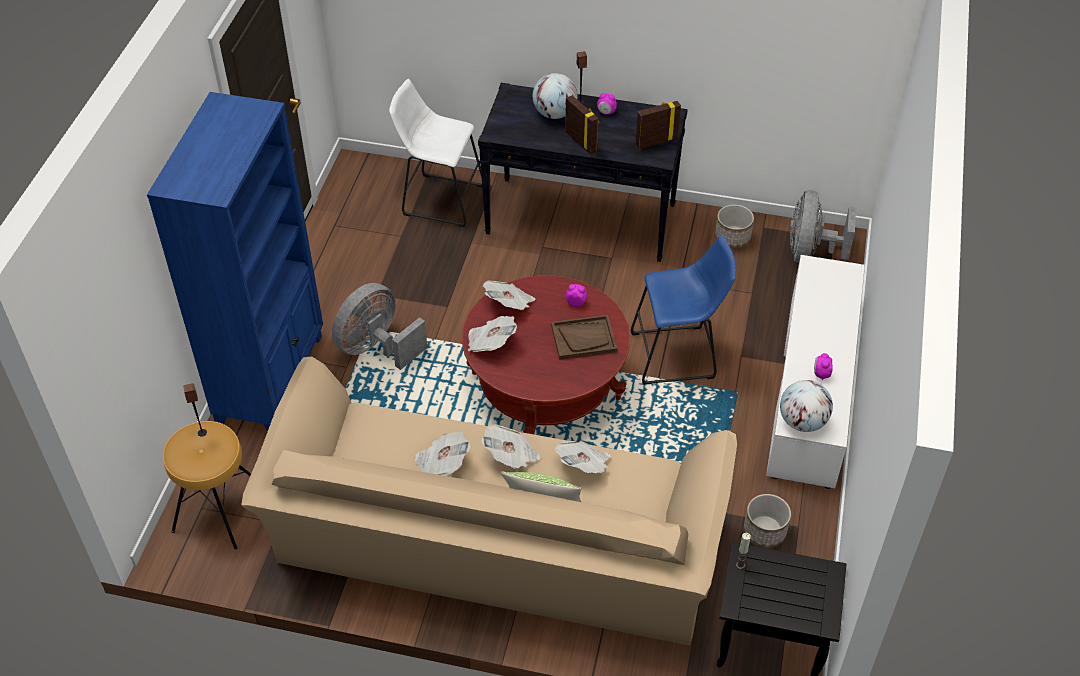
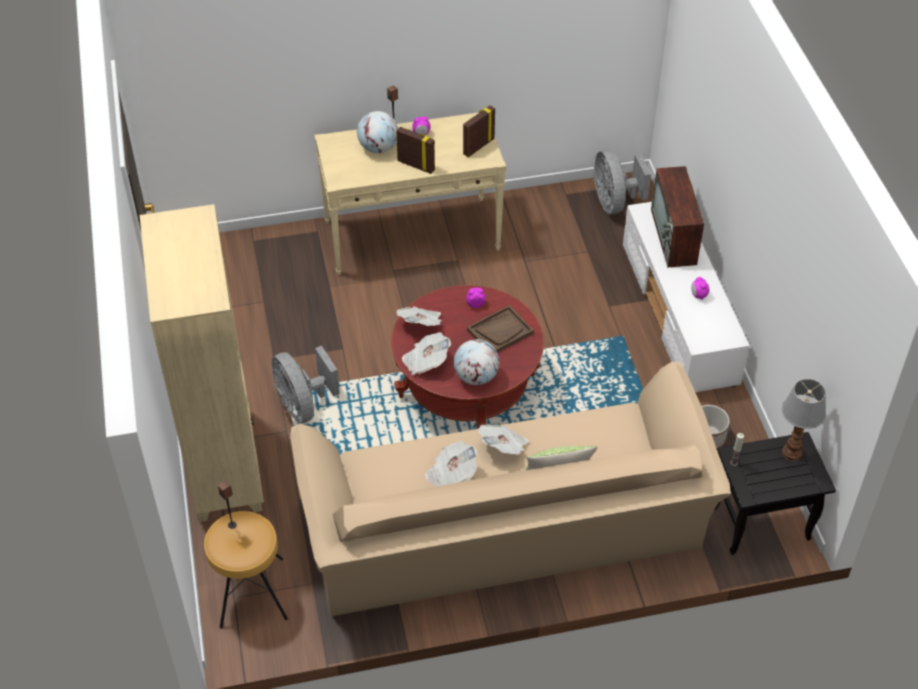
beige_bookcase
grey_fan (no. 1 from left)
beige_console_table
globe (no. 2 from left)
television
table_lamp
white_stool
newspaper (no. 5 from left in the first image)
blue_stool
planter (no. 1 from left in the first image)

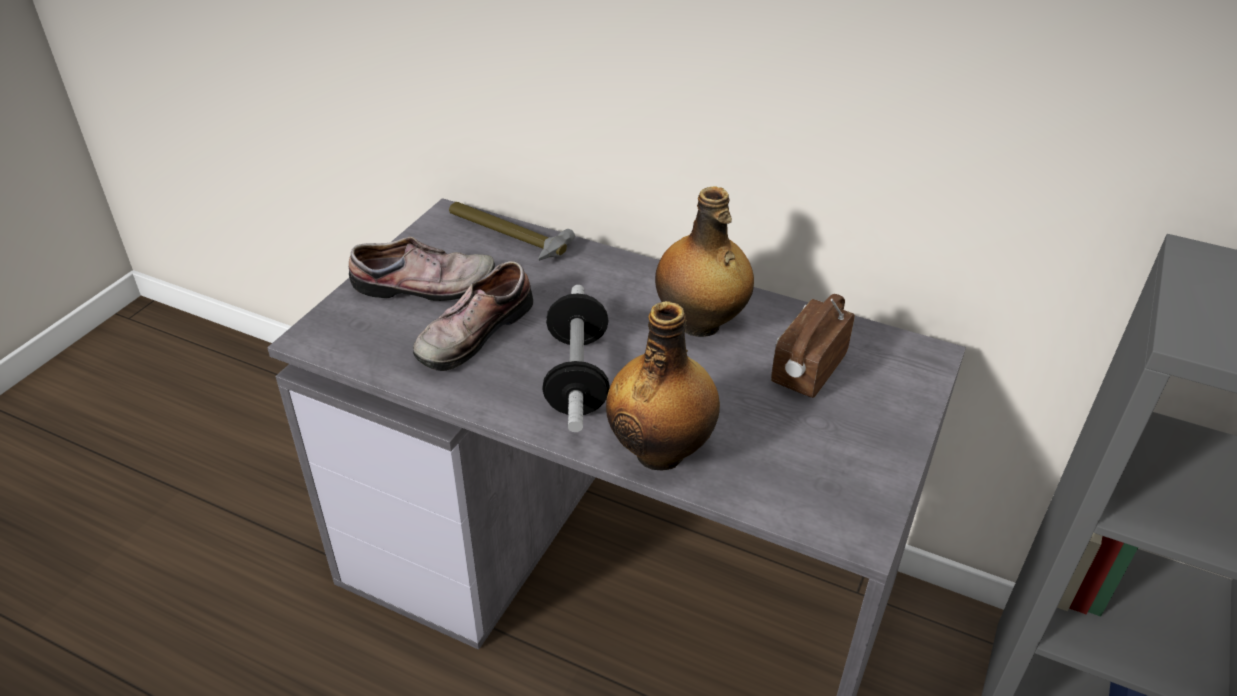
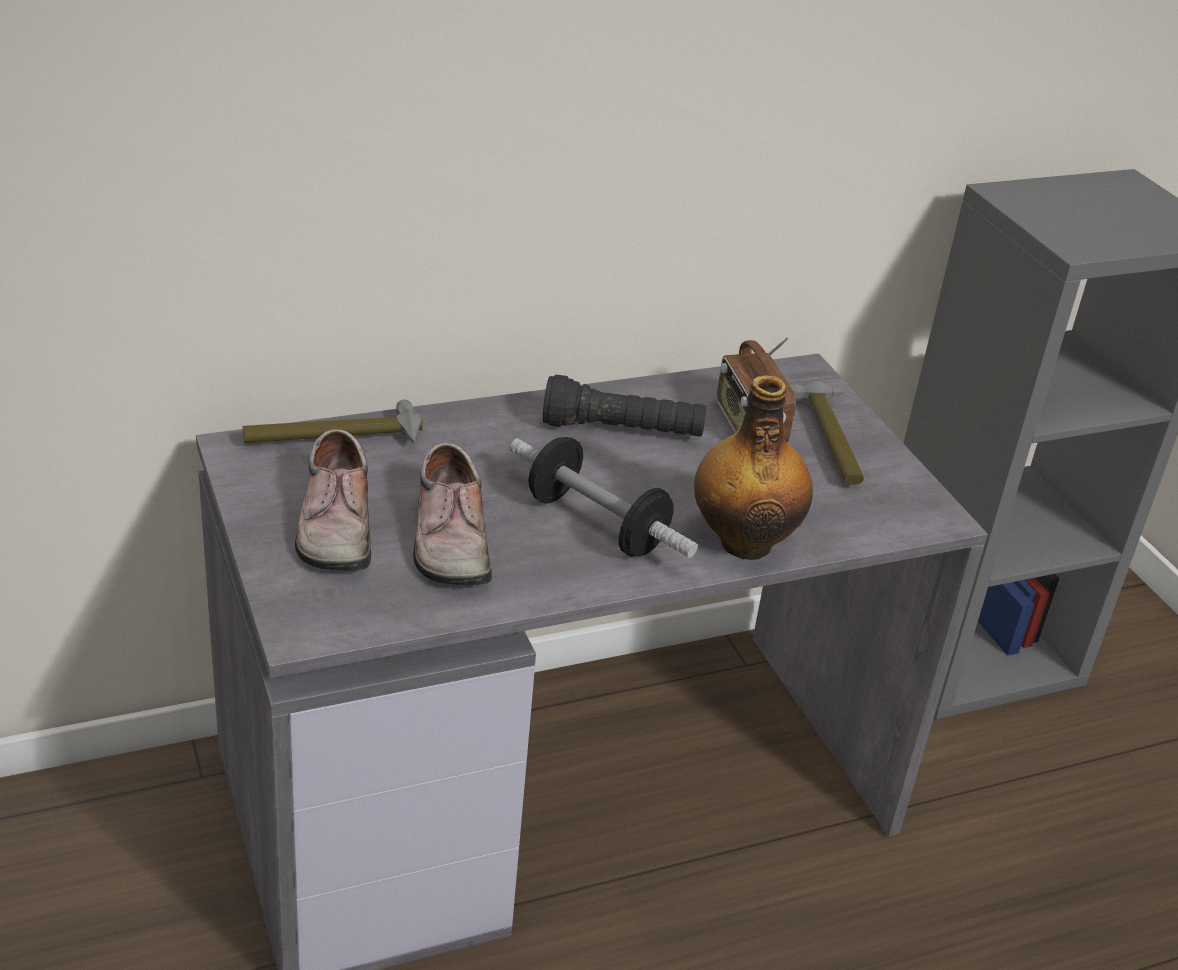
shoe (no. 1 from left)
black_flashlight
hammer (no. 2 from left)

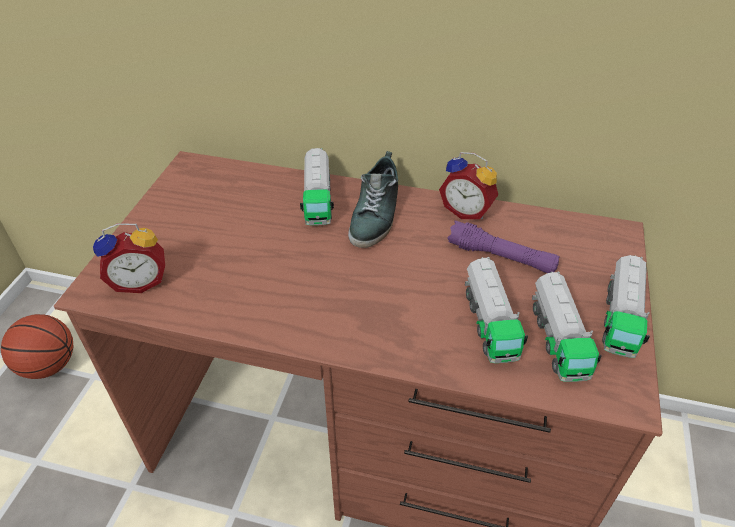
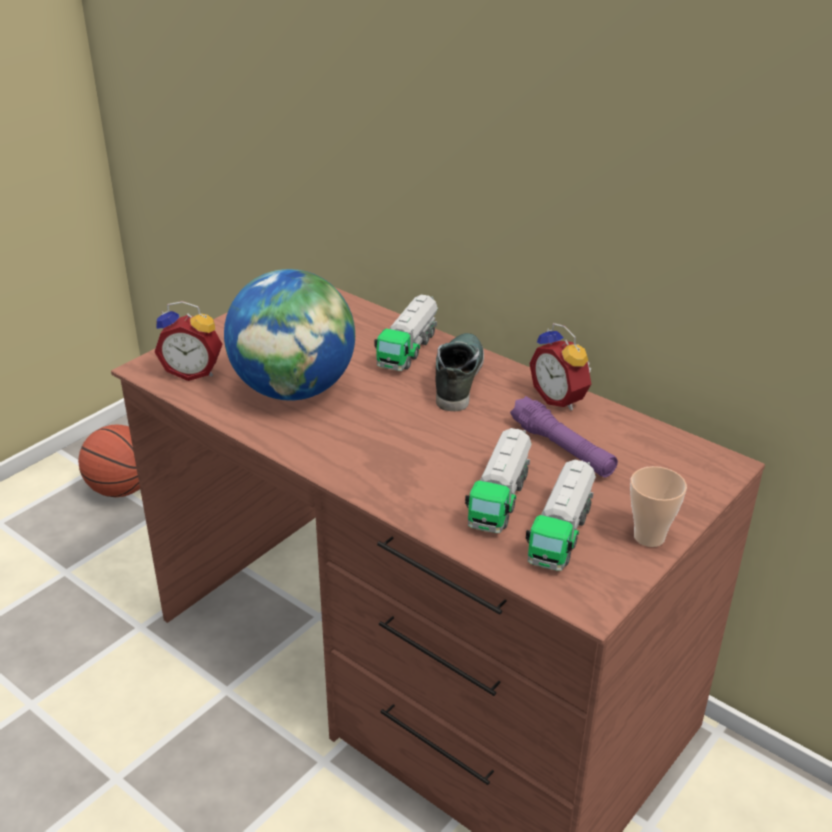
globe
shoe
cup

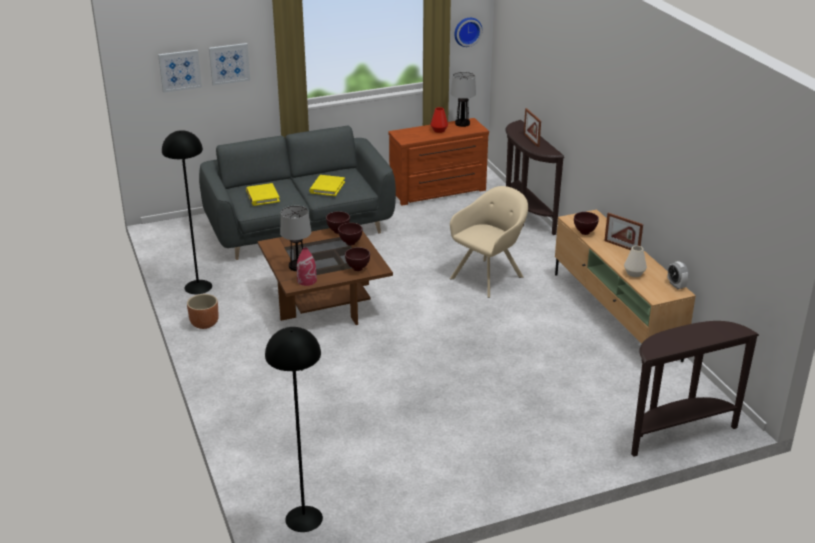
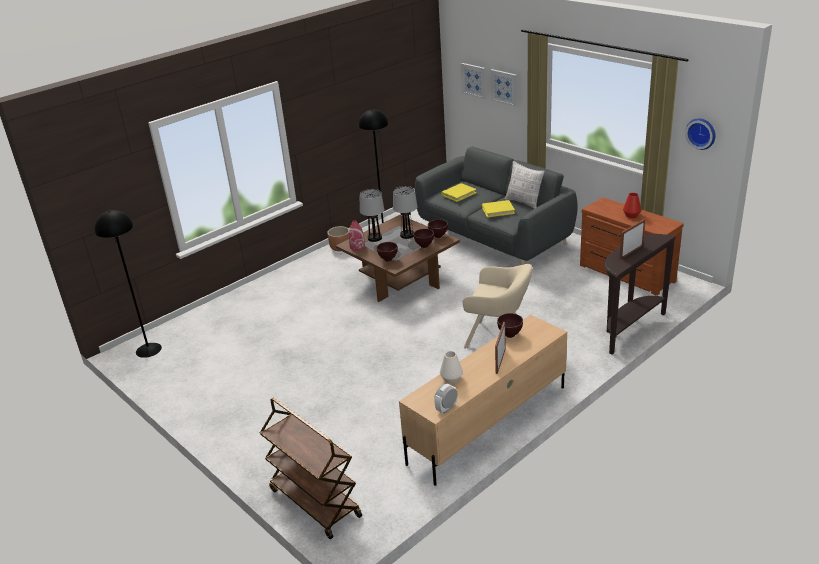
brown_cart
table_lamp (no. 2 from left)
pillow

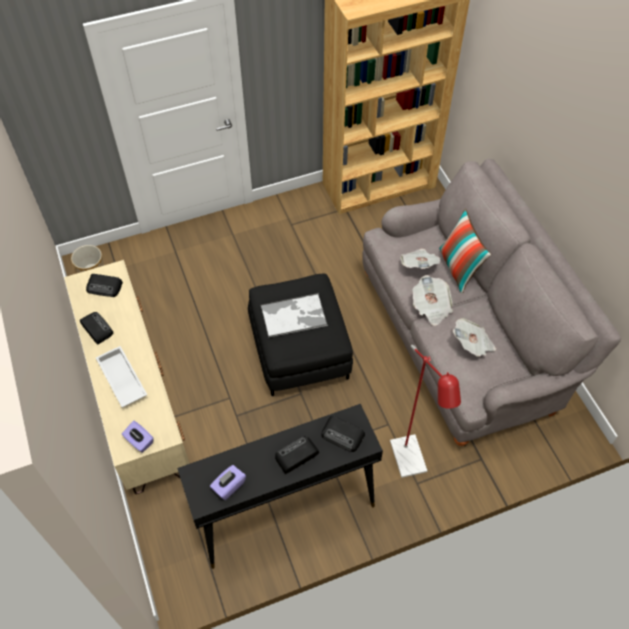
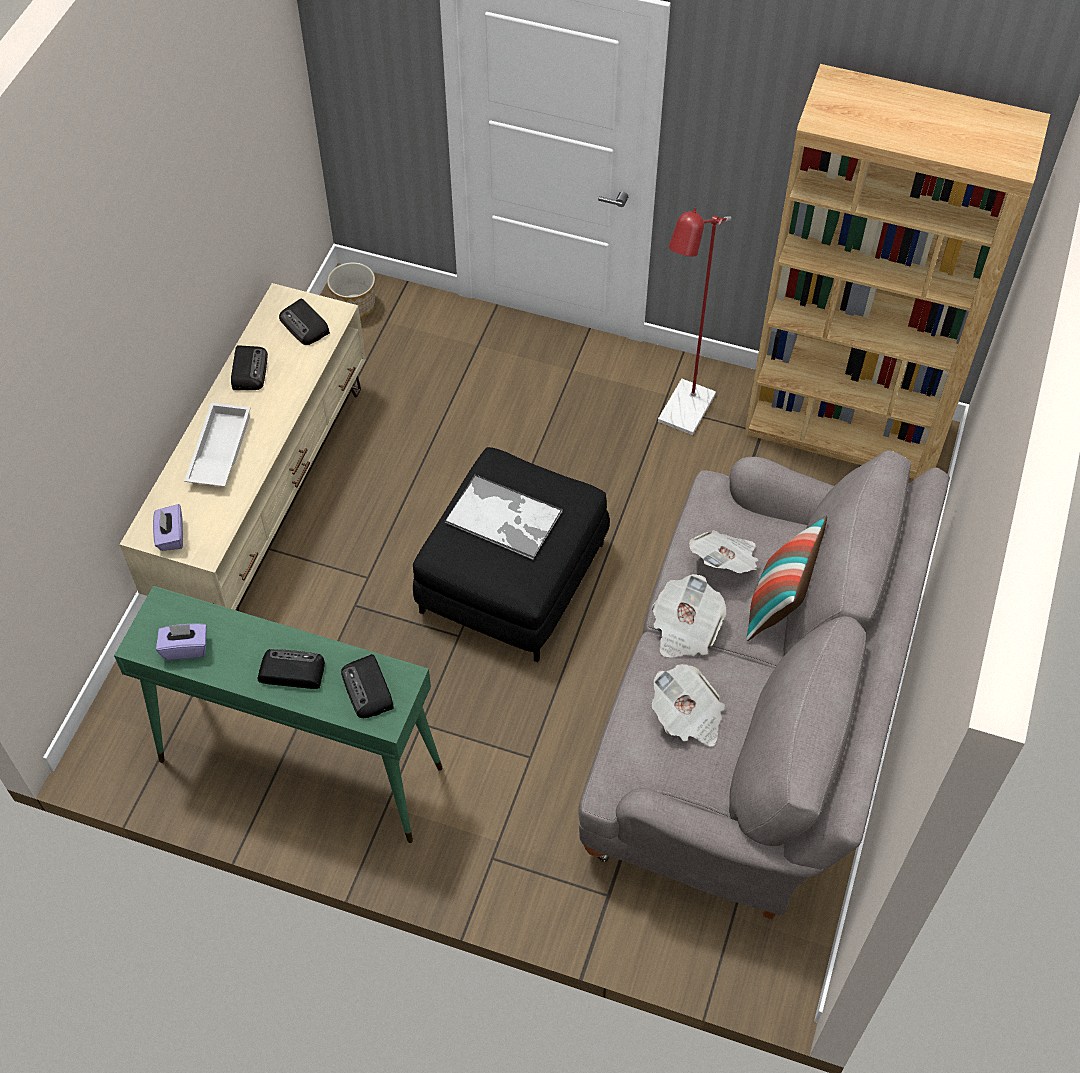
green_console_table
red_floor_lamp

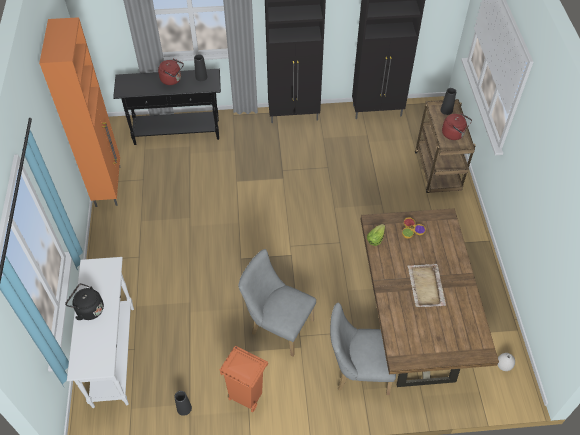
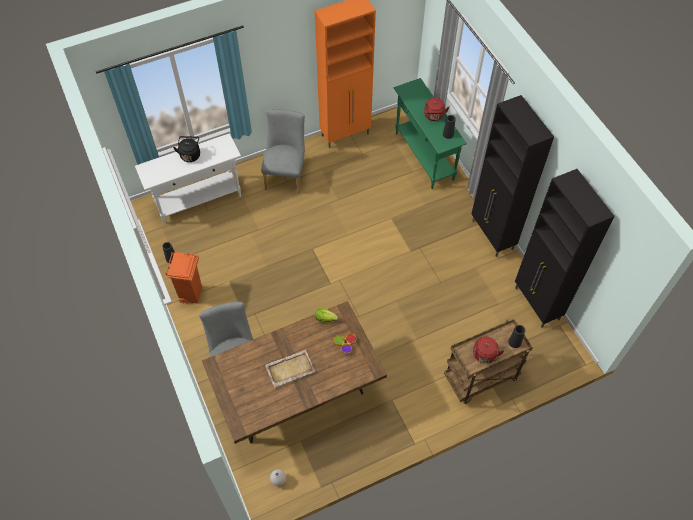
grey_chair (no. 2 from left)
green_console_table

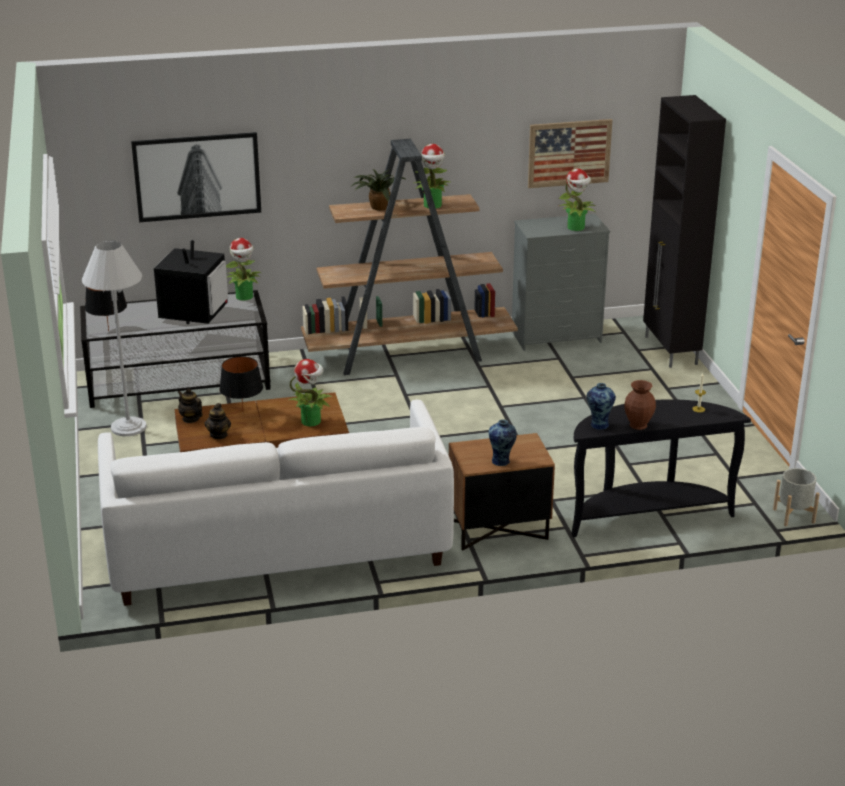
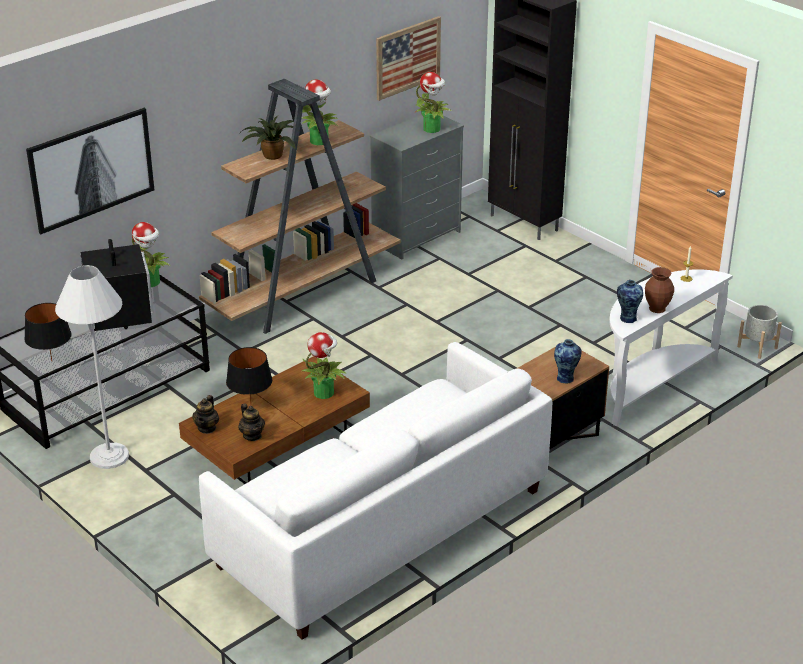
teapot (no. 1 from left)
white_console_table

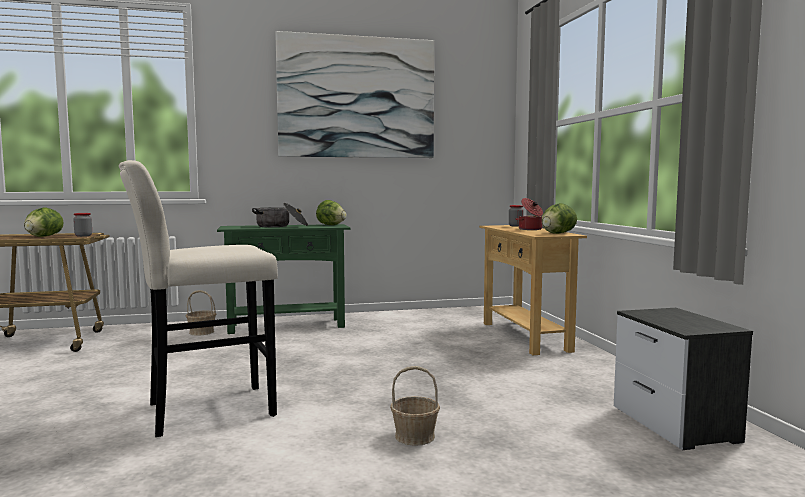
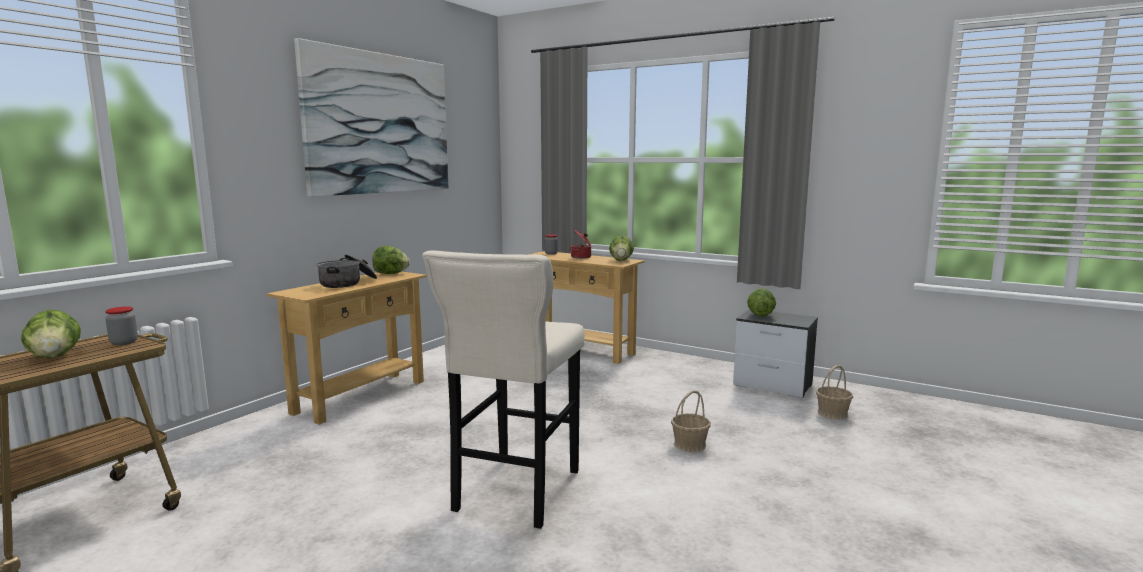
beige_console_table (no. 1 from left)
lettuce (no. 4 from left)
basket (no. 2 from left)

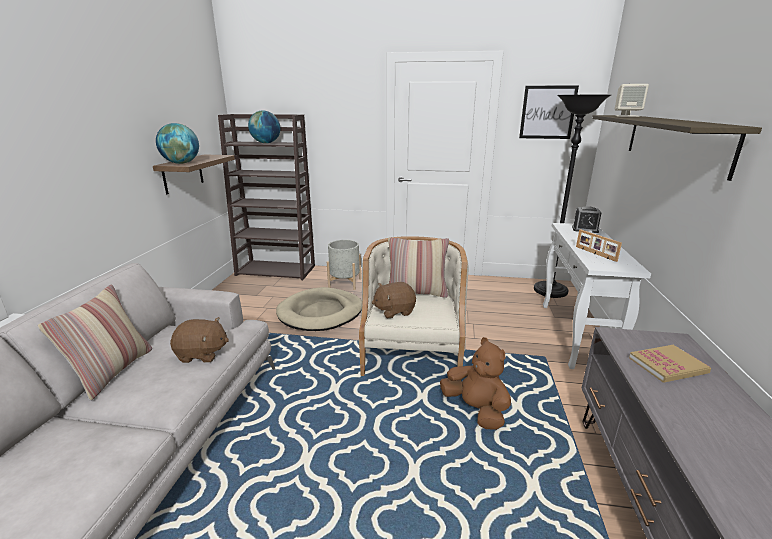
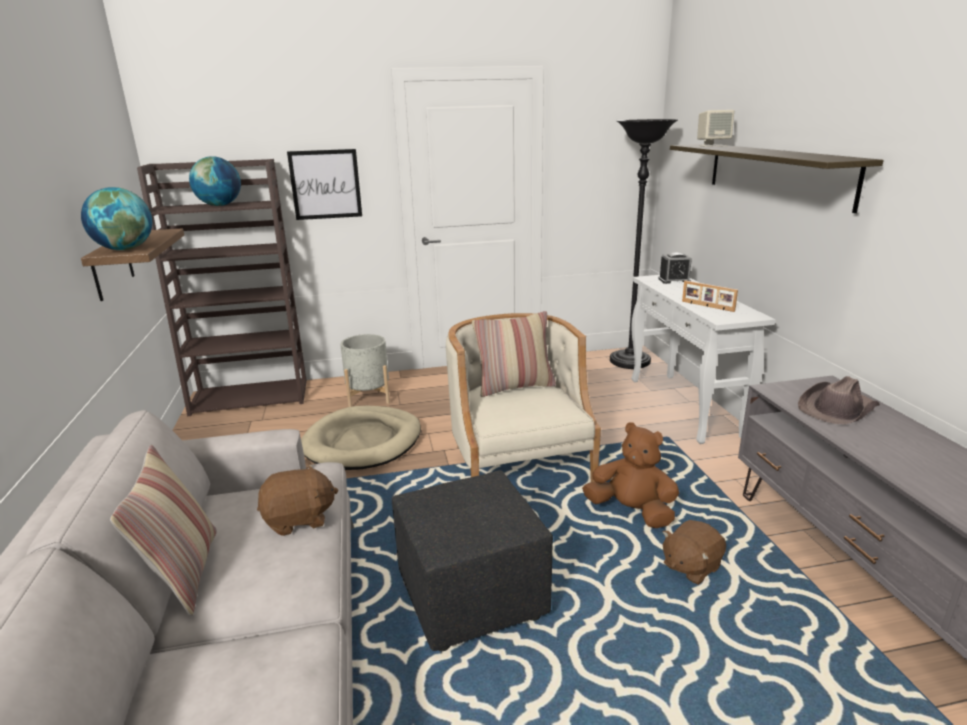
picture
black_ottoman
brown_plush_toy (no. 3 from left)
brown_hat

